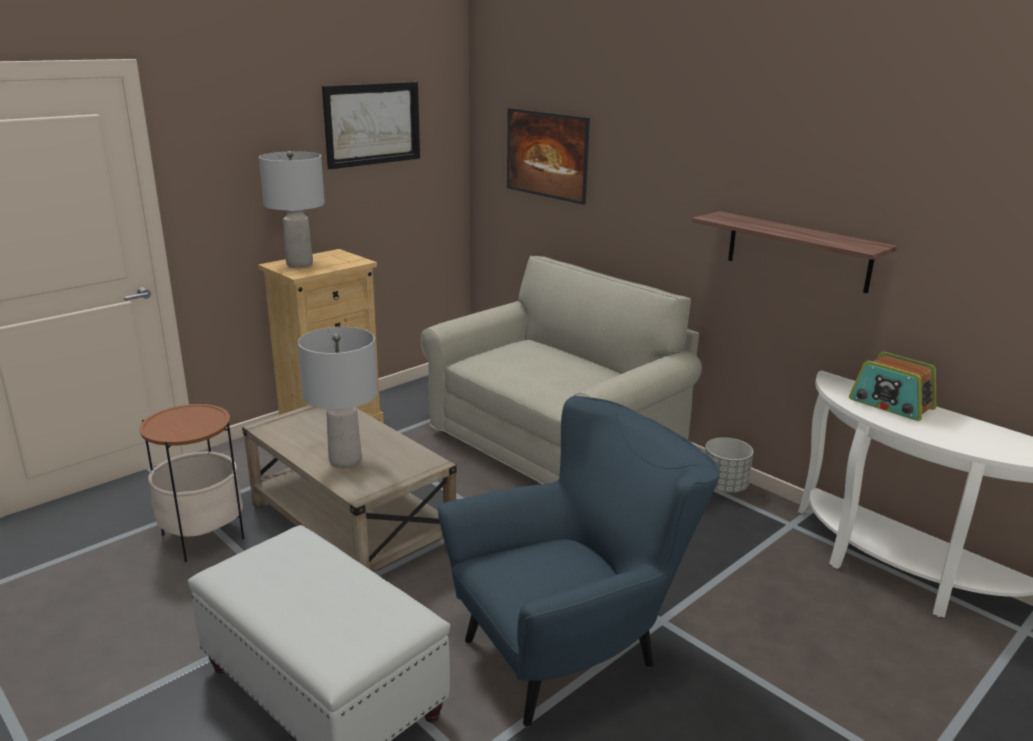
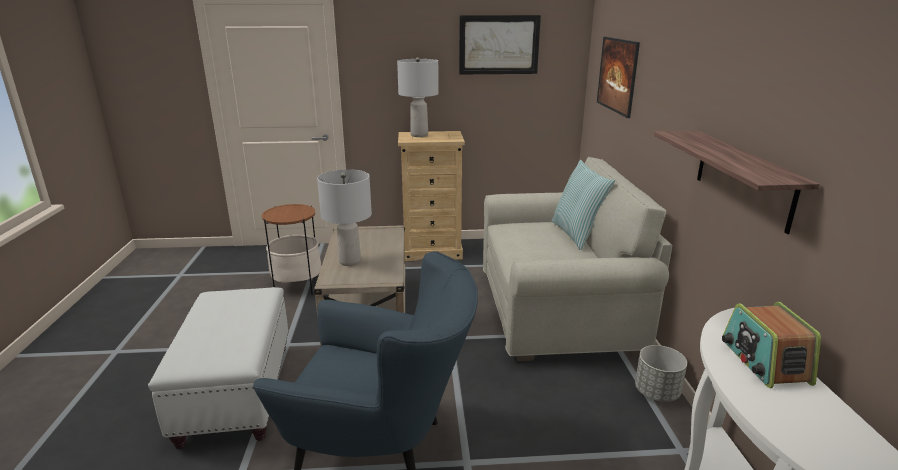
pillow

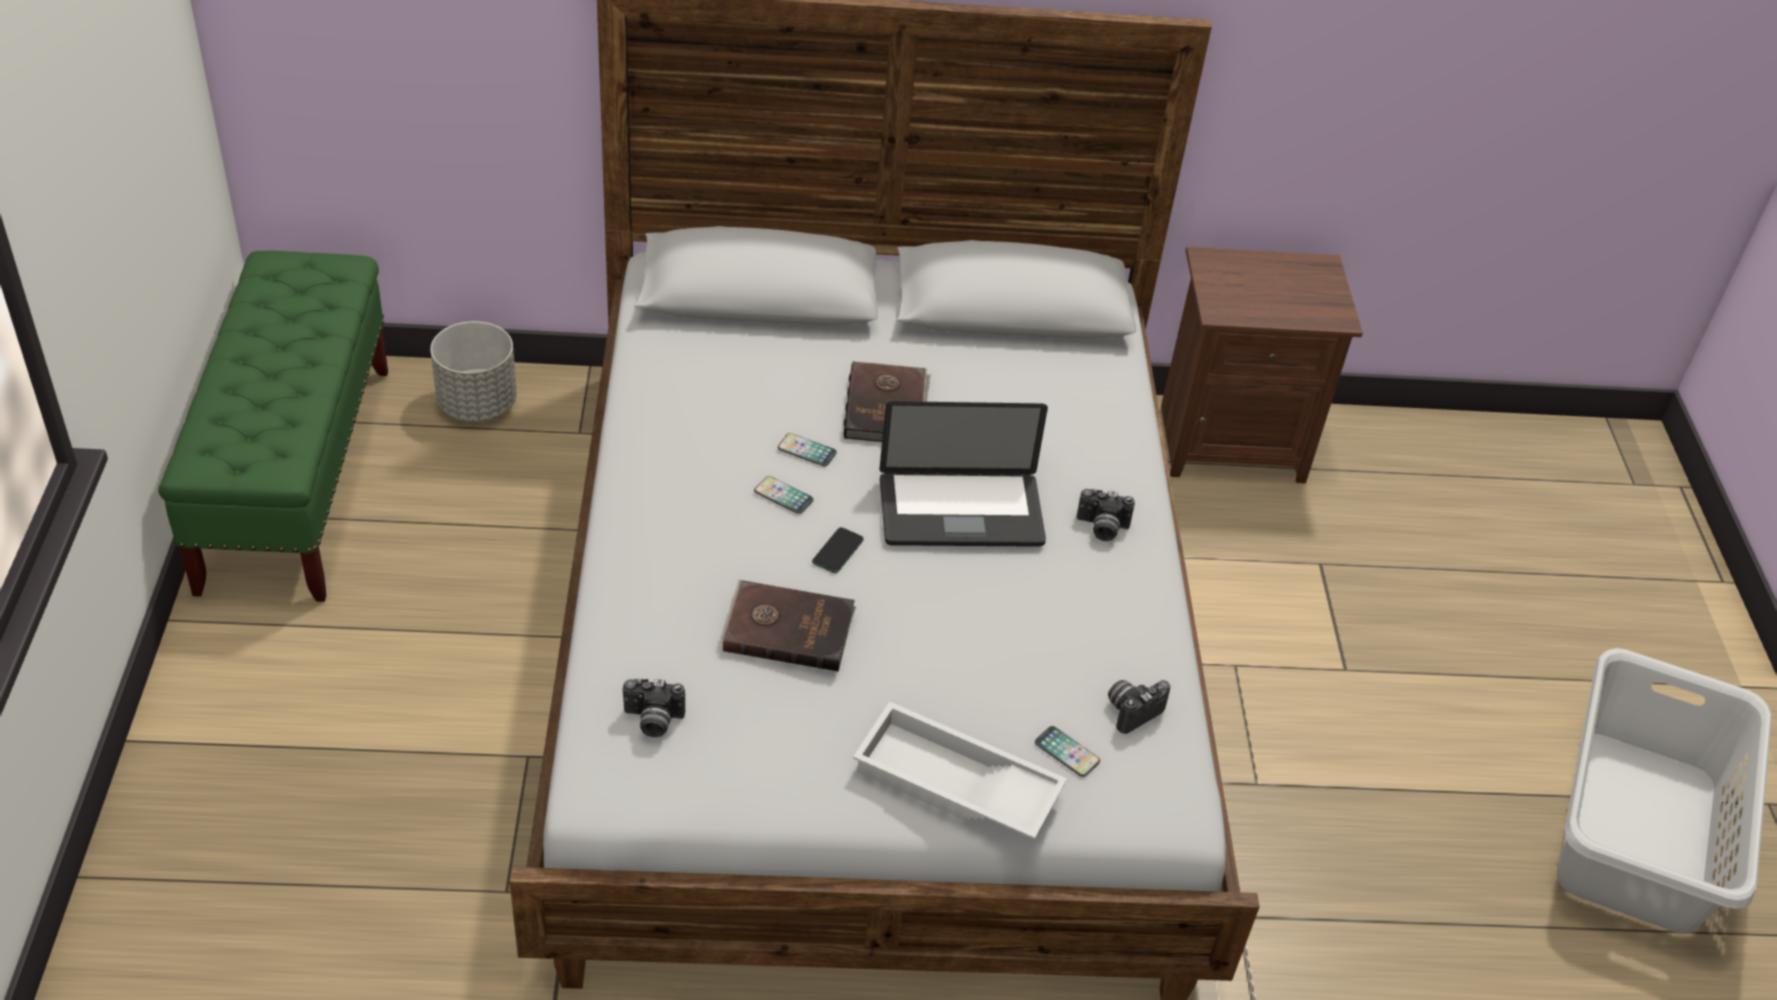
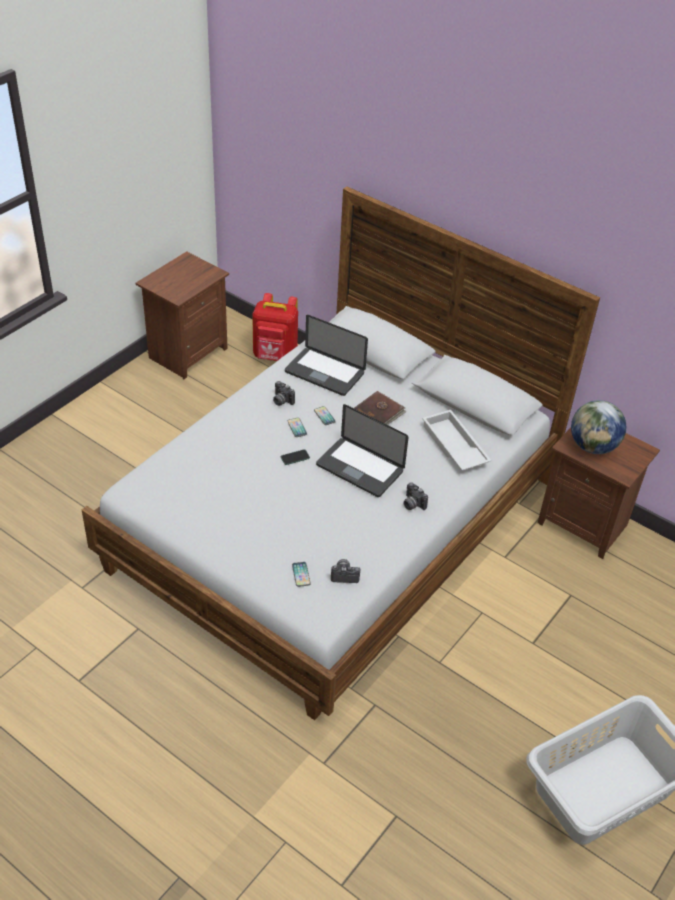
brown_nightstand (no. 1 from left)
red_backpack
photo_camera (no. 1 from left)
laptop (no. 1 from left)
white_tray
globe
brown_book (no. 1 from left in the first image)

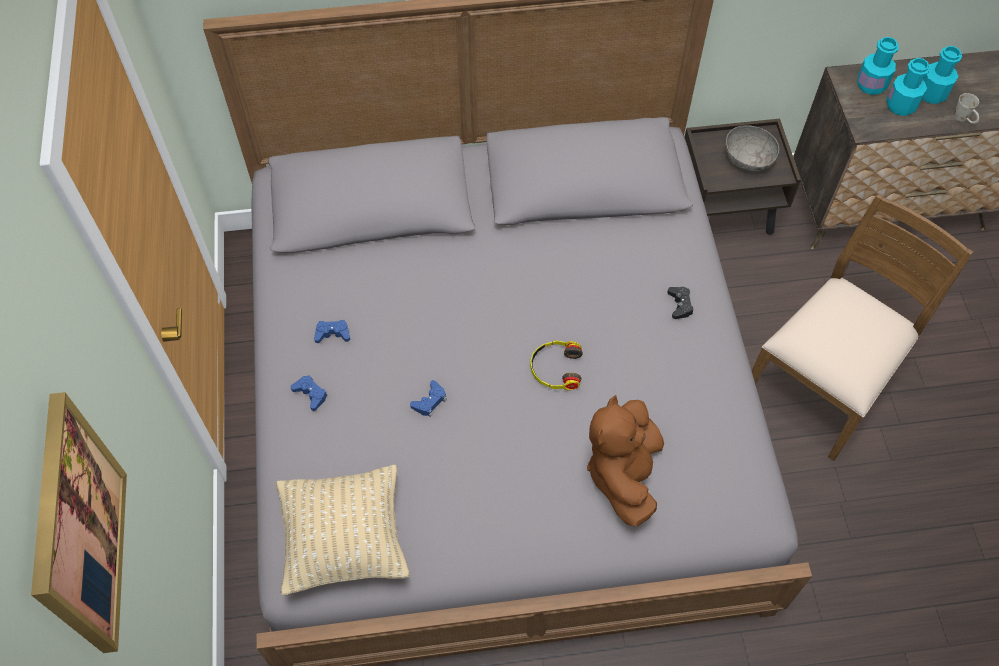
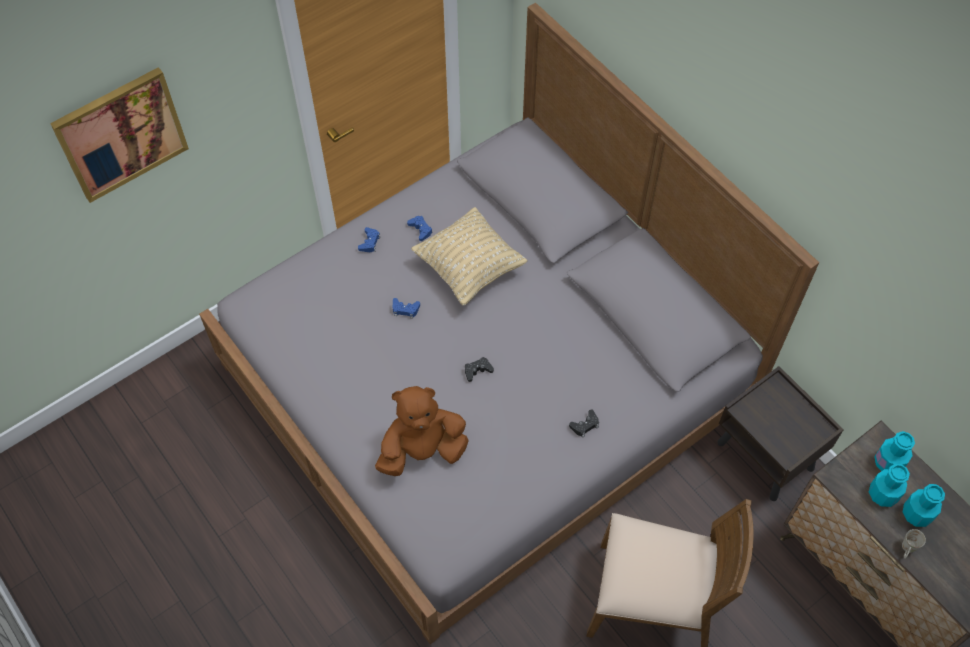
beige_pillow
black_game_controller (no. 1 from left)
grey_bowl

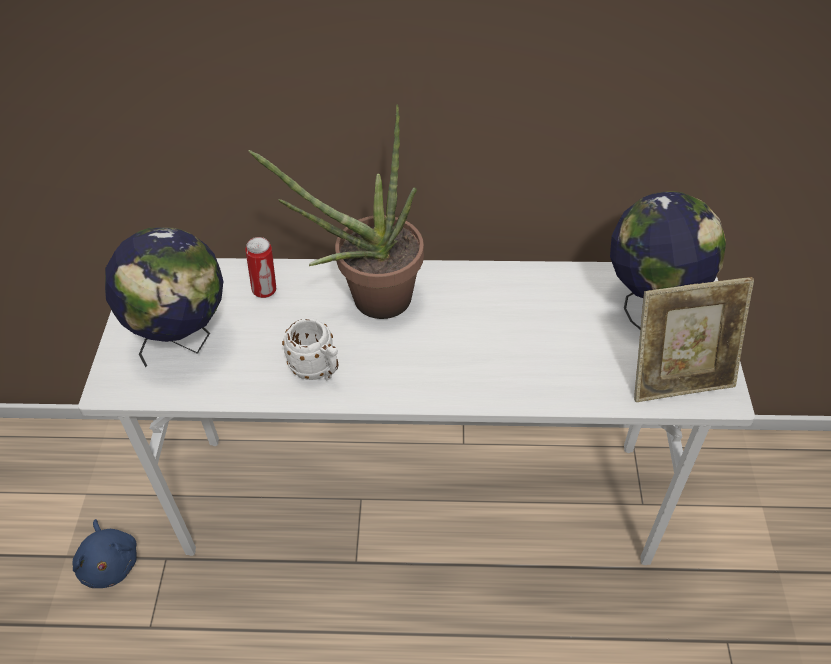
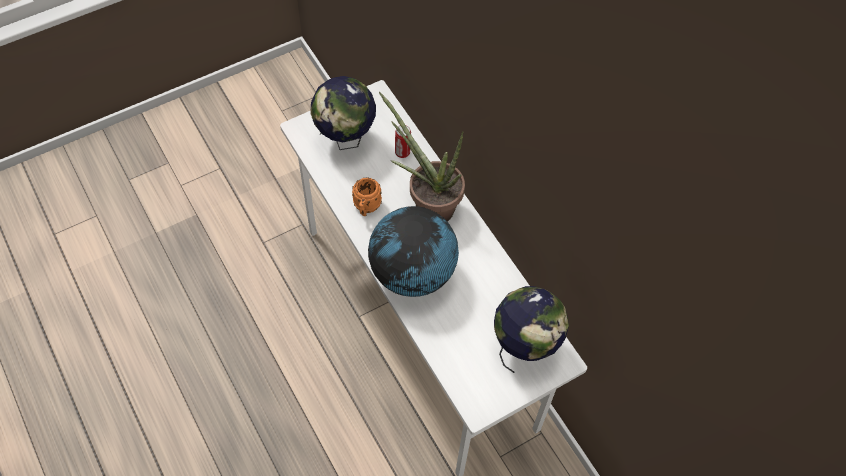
orange_mug
globe (no. 2 from left)
blue_plush_toy
picture_frame

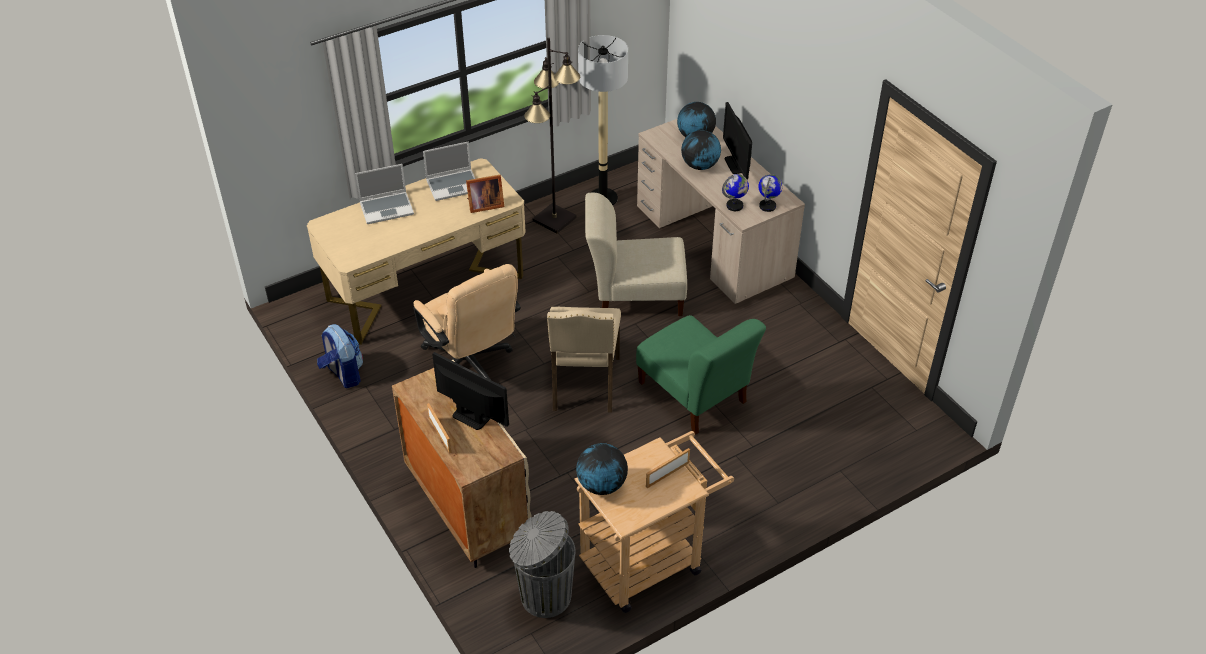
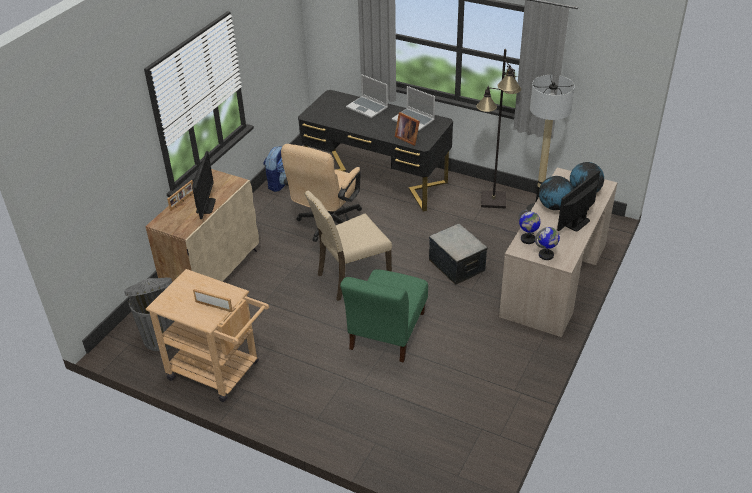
black_desk
storage_box
globe (no. 1 from left in the first image)

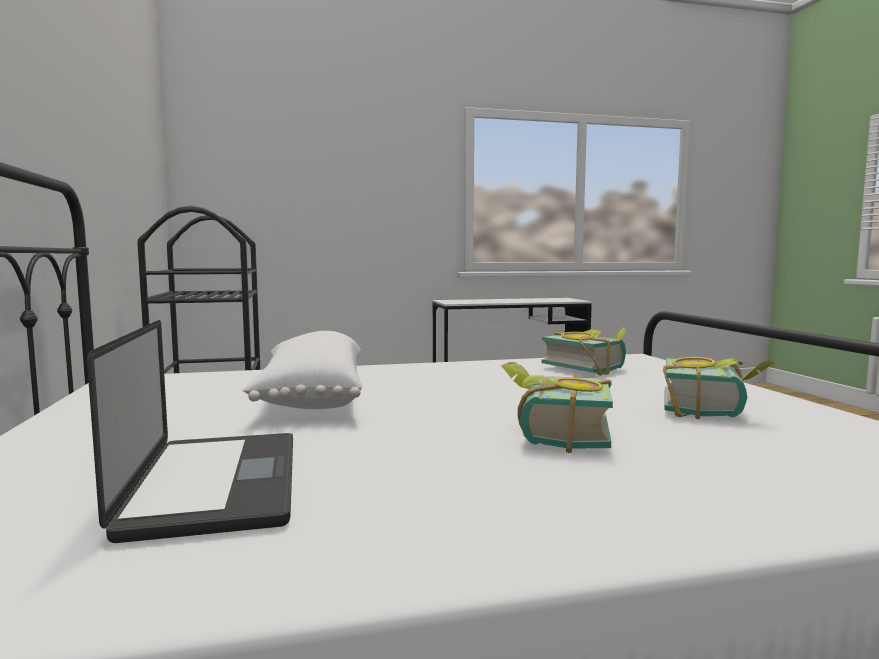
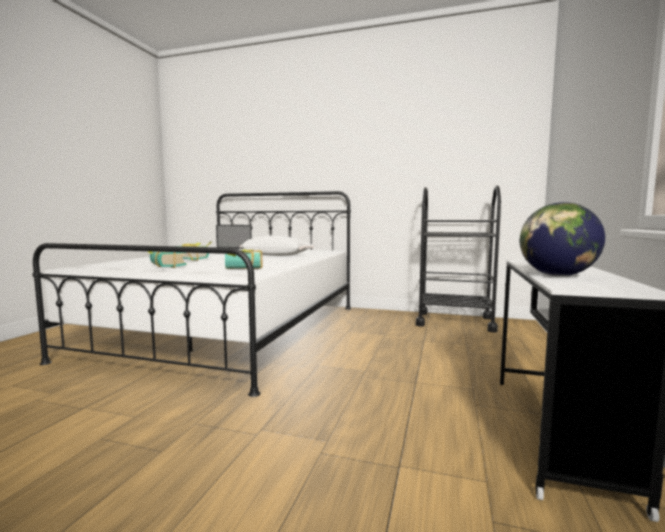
globe

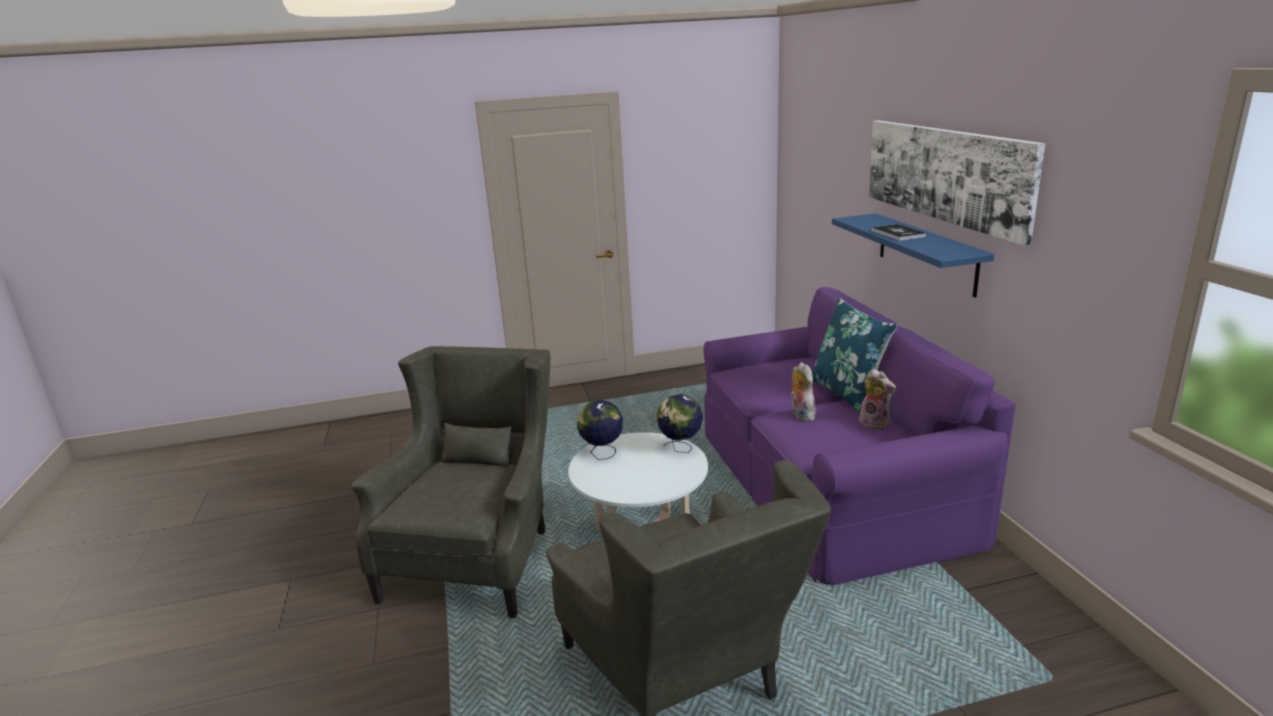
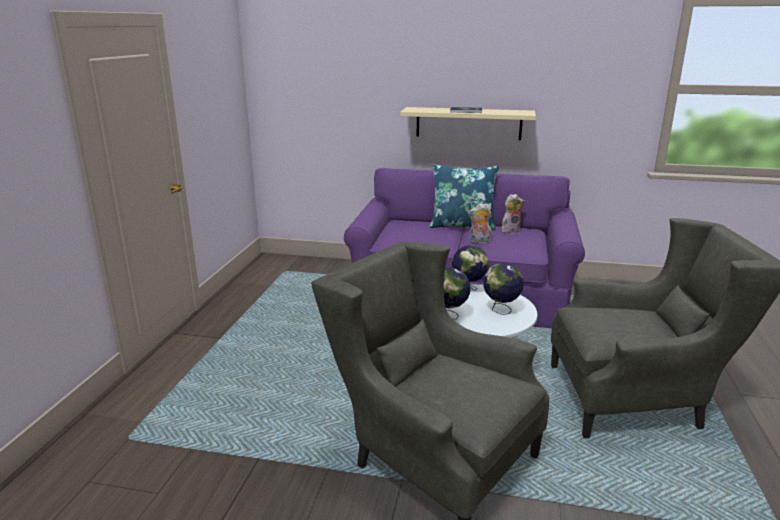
beige_shelf
globe (no. 3 from left)
picture

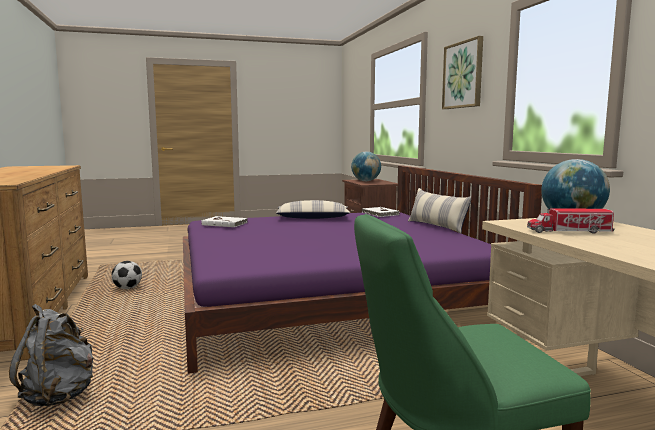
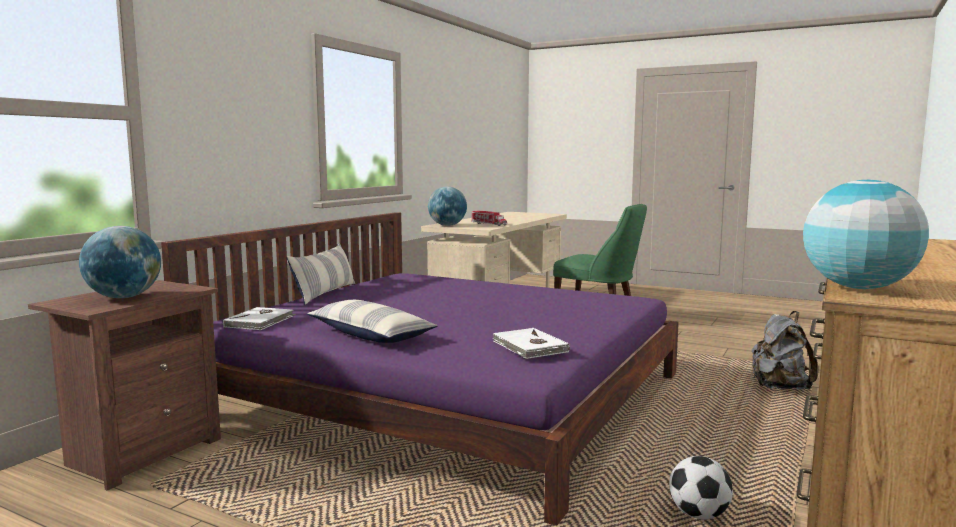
globe (no. 3 from left)
picture

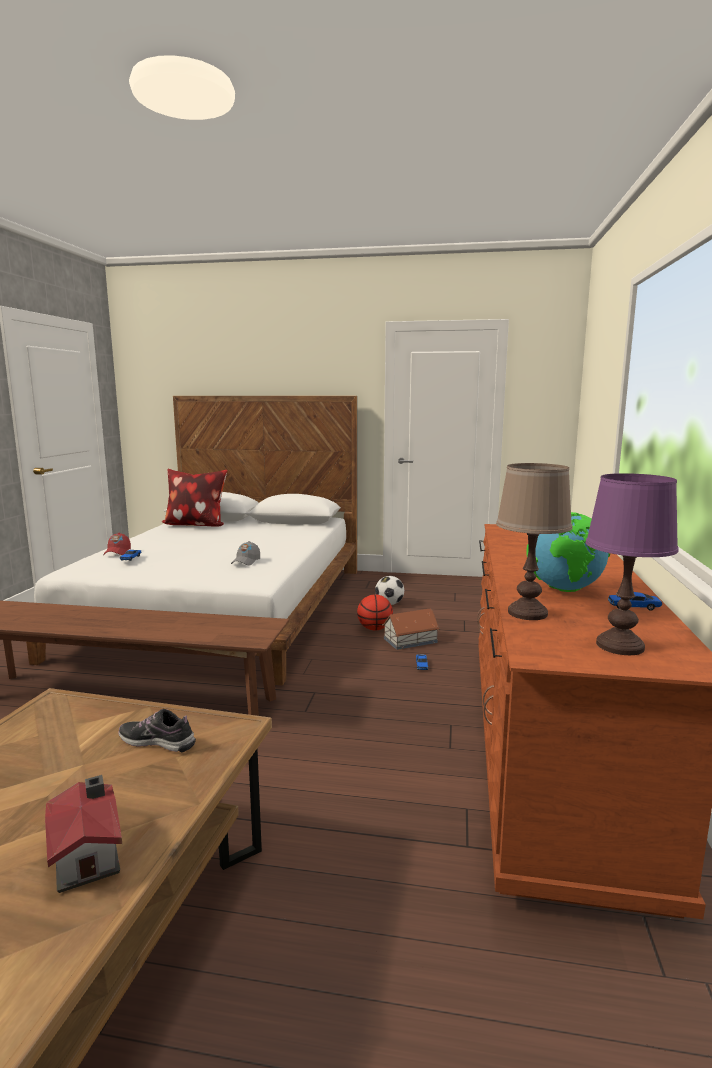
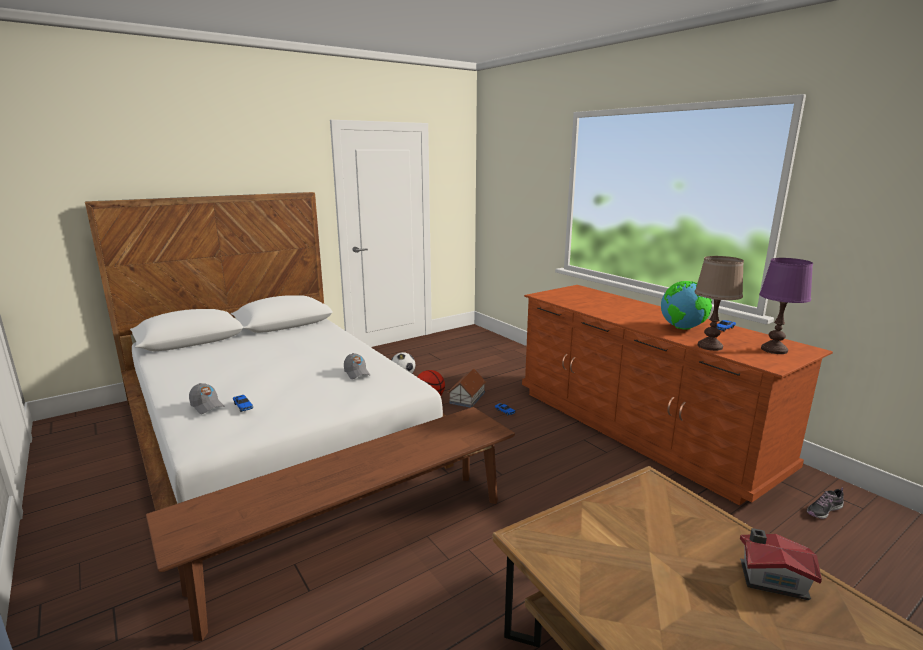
grey_cap (no. 1 from left)
shoe
pillow

